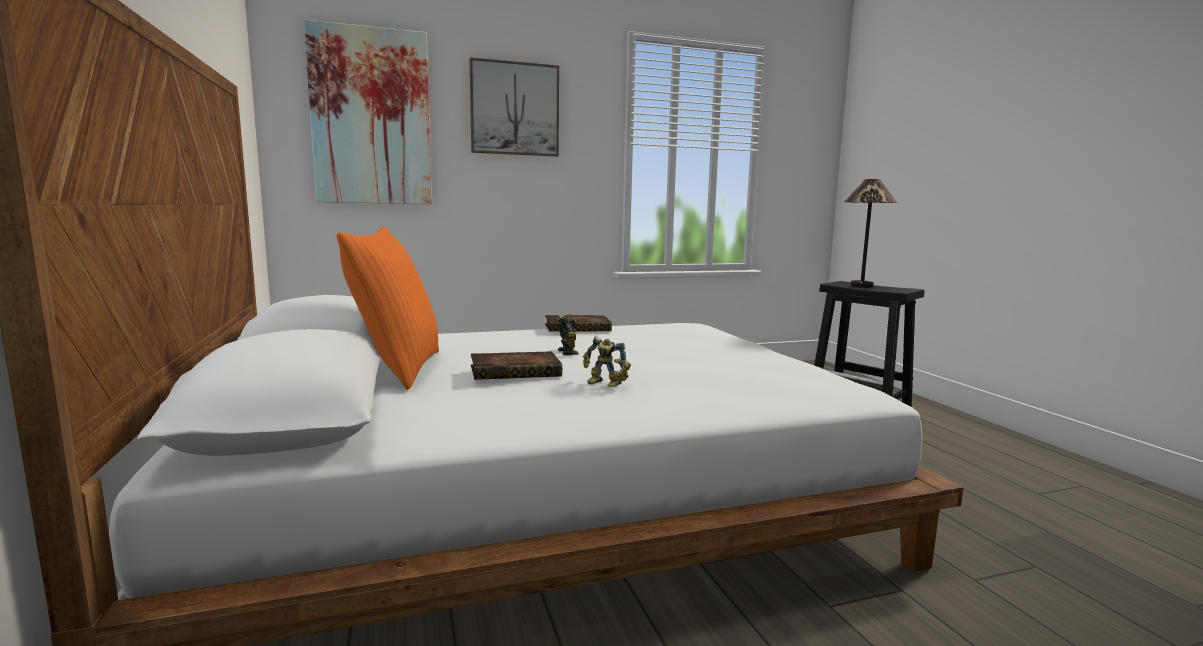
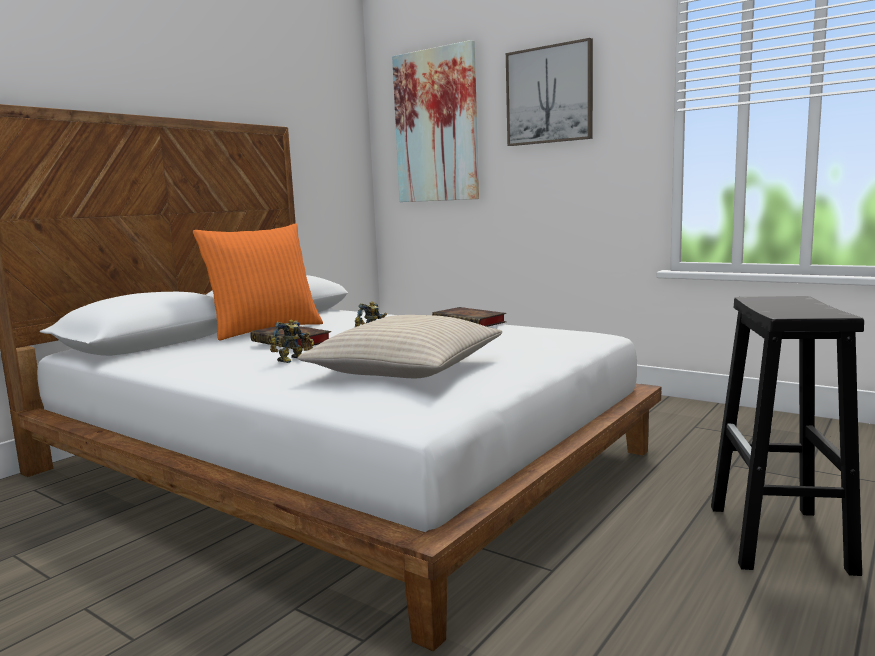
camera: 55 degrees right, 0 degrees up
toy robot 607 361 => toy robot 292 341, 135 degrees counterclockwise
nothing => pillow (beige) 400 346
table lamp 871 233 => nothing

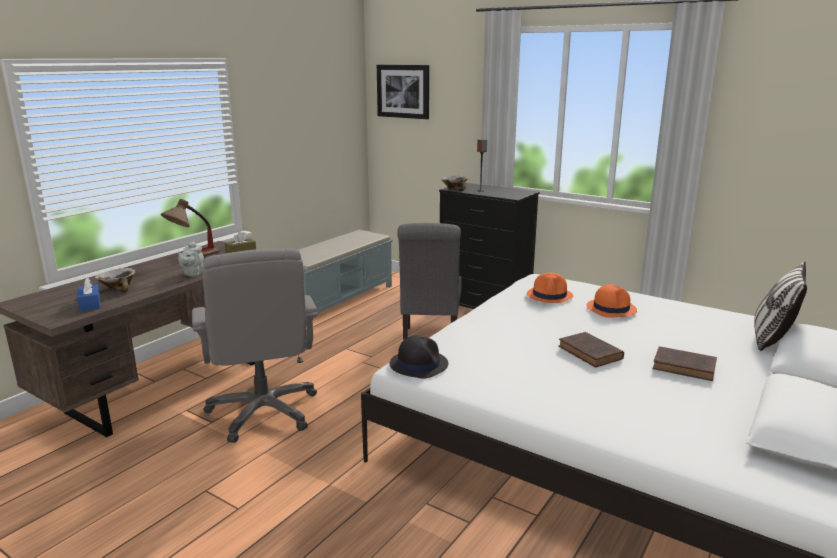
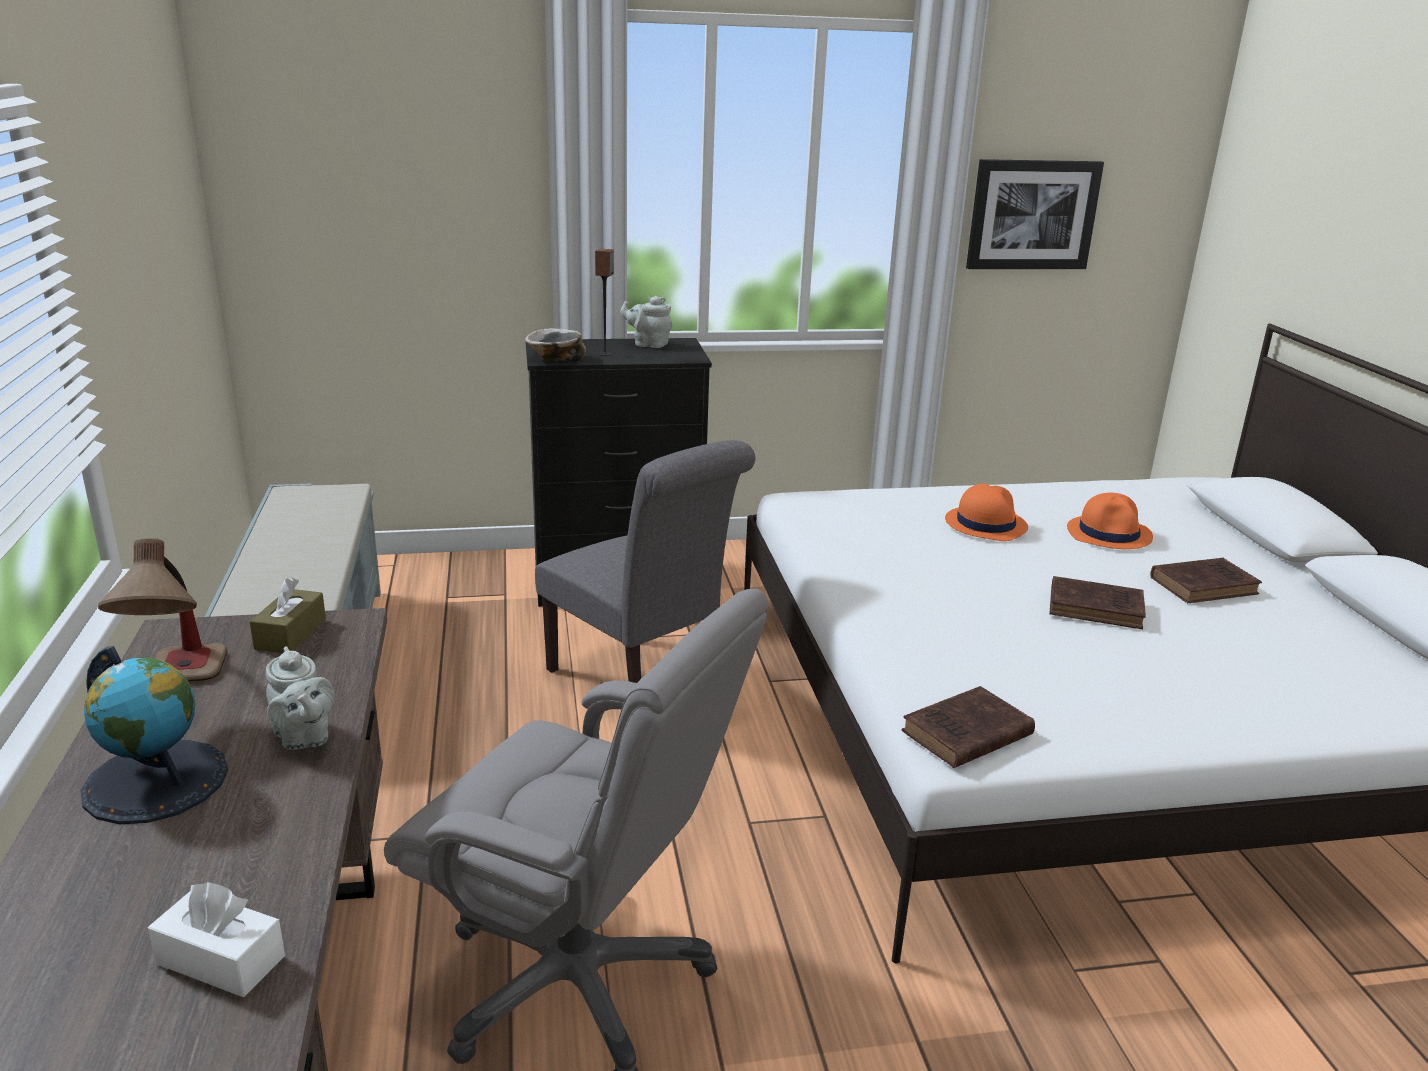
camera: 45 degrees left, 5 degrees up
nothing => globe 154 735
tissue box (blue) 88 294 => tissue box (white) 216 939
nothing => teapot (grey) 646 322
hat (black) 419 356 => book (brown) 968 727
picture 403 92 => picture 1035 214, moved
hat (orange) 549 288 => hat (orange) 1110 521, moved
bowl 115 280 => nothing
pillow 780 306 => nothing

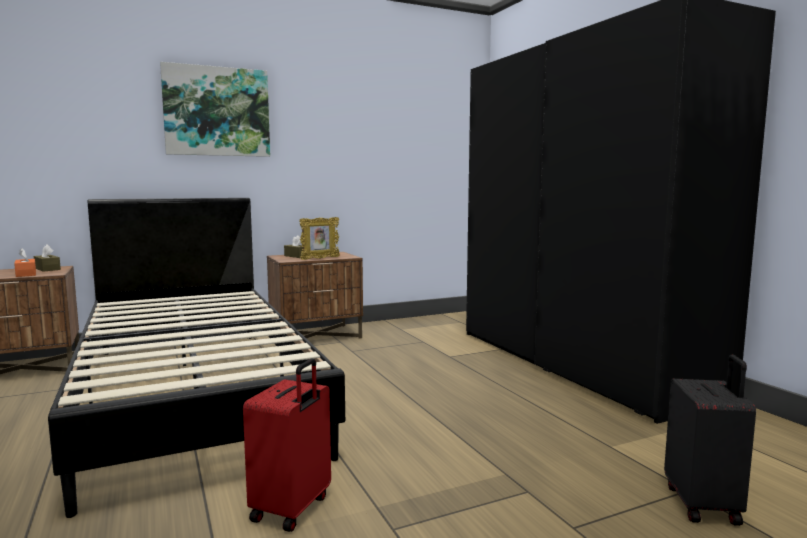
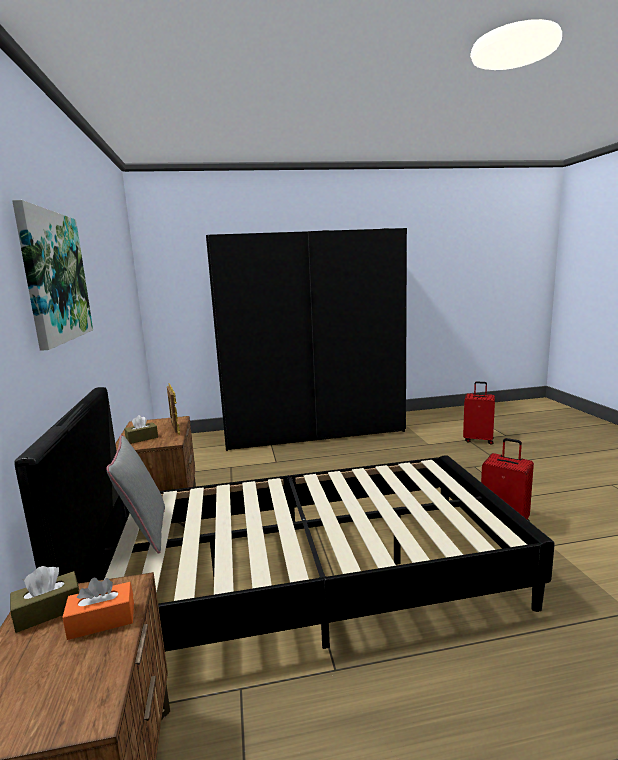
camera: 75 degrees left, 5 degrees up
nothing => pillow (grey) 136 494
suitcase (black) 710 440 => suitcase (red) 479 413

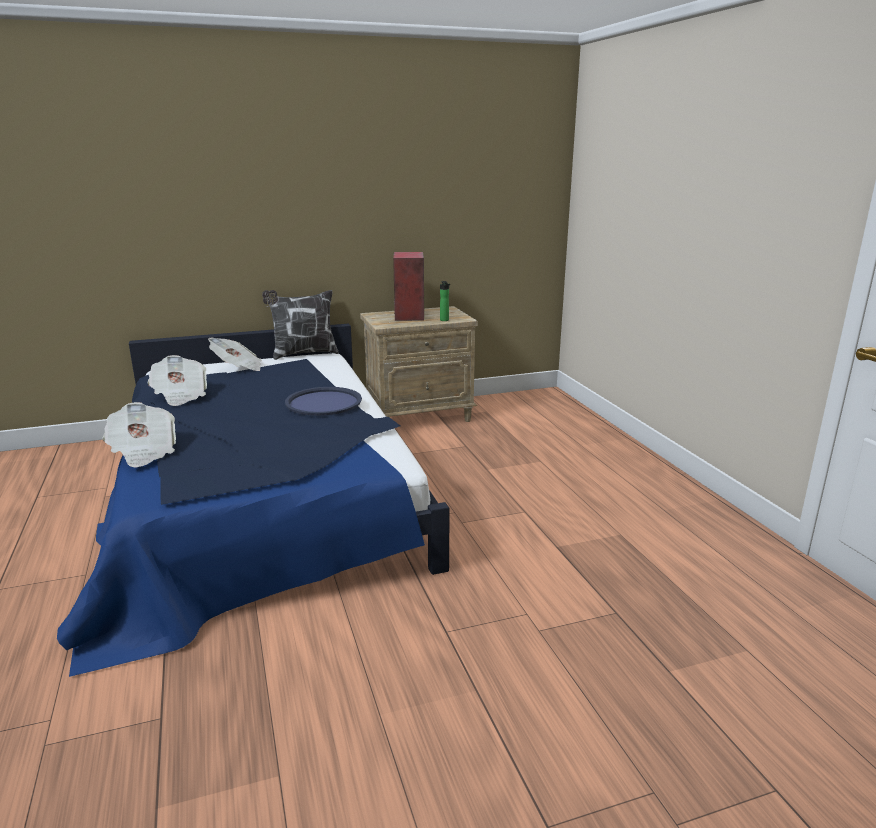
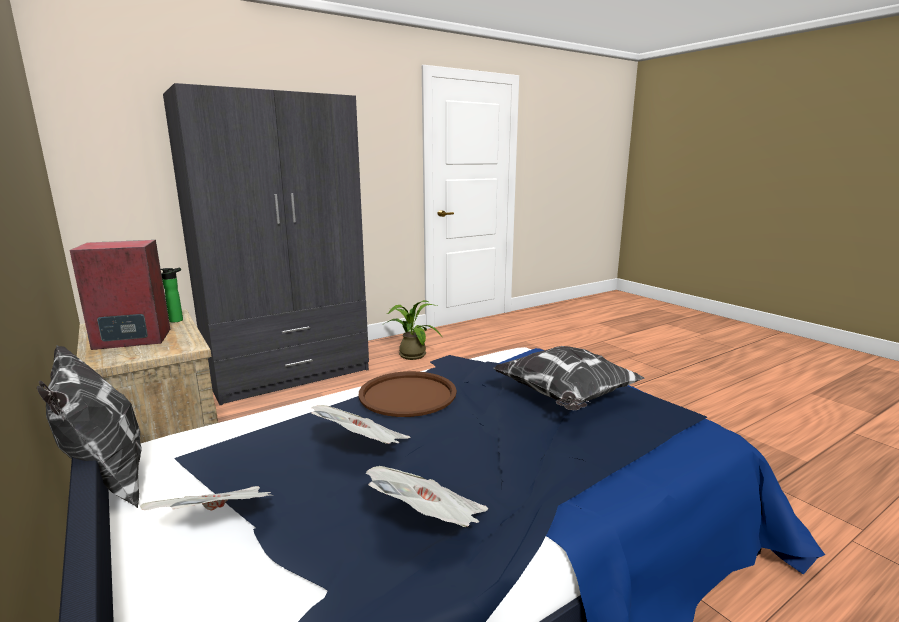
camera: 105 degrees left, 5 degrees down
nothing => wardrobe (grey) 266 244
newspaper 139 435 => newspaper 360 424, moved
tray (blue) 323 401 => tray (brown) 407 394
nothing => potted plant 412 330
nothing => pillow 569 378

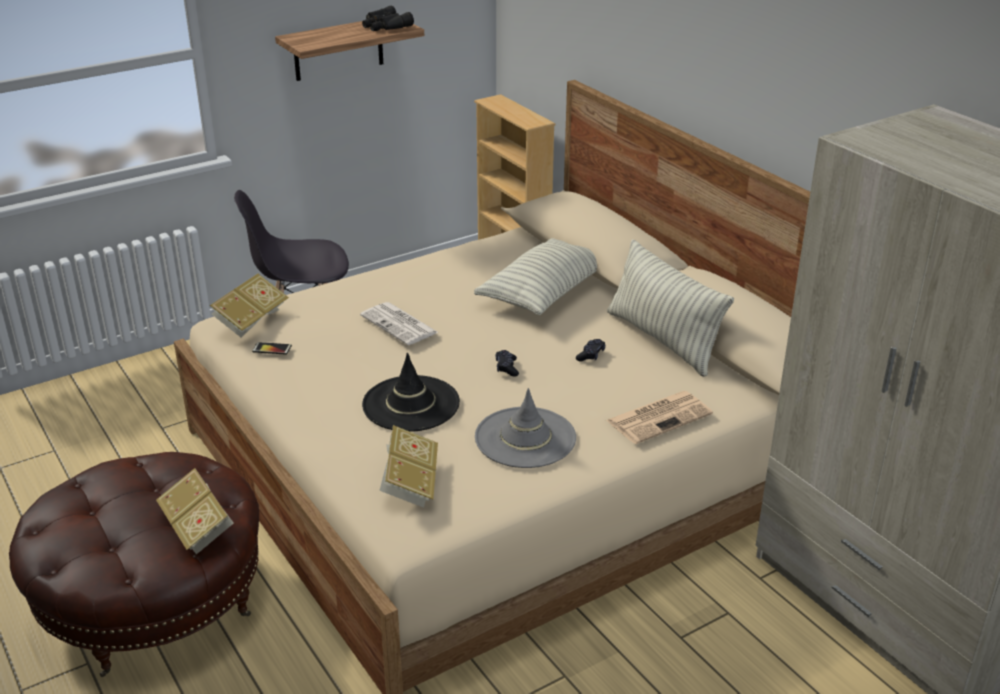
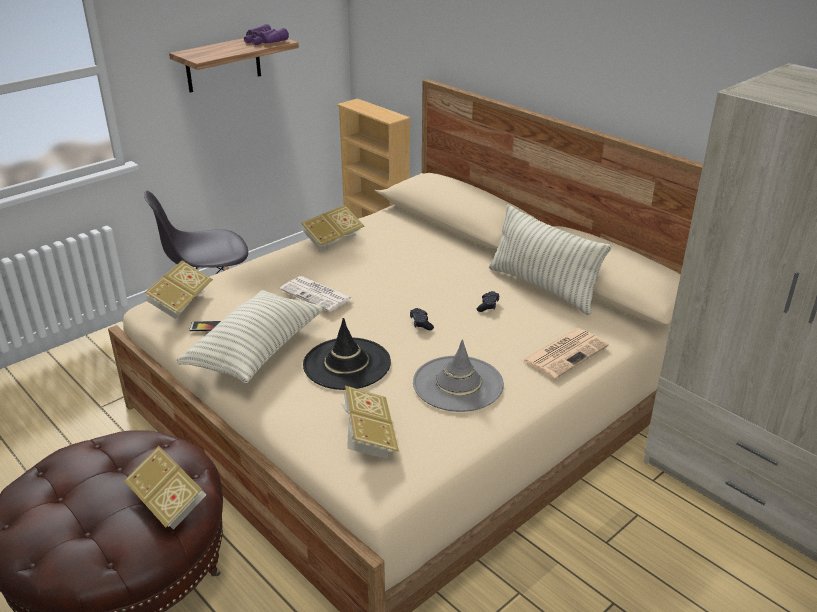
camera: 10 degrees left, 0 degrees up
pillow 535 276 => pillow 251 336, moved
binoculars (black) 388 18 => binoculars (purple) 266 34
nothing => book 333 228

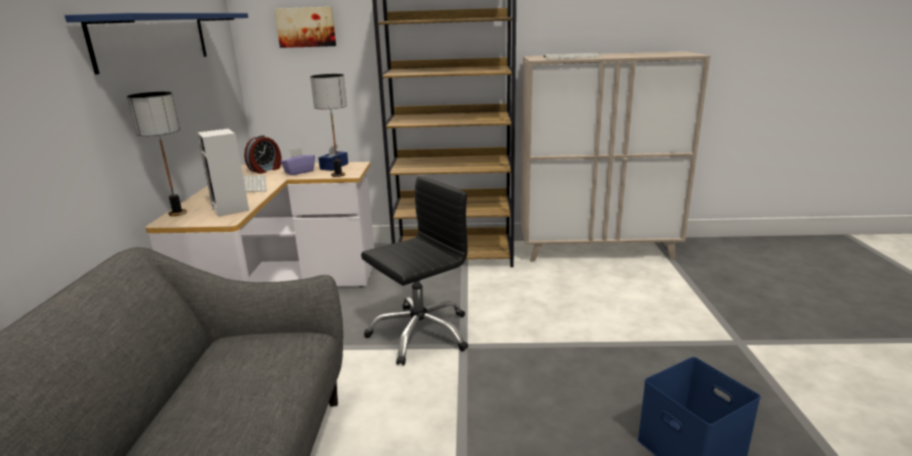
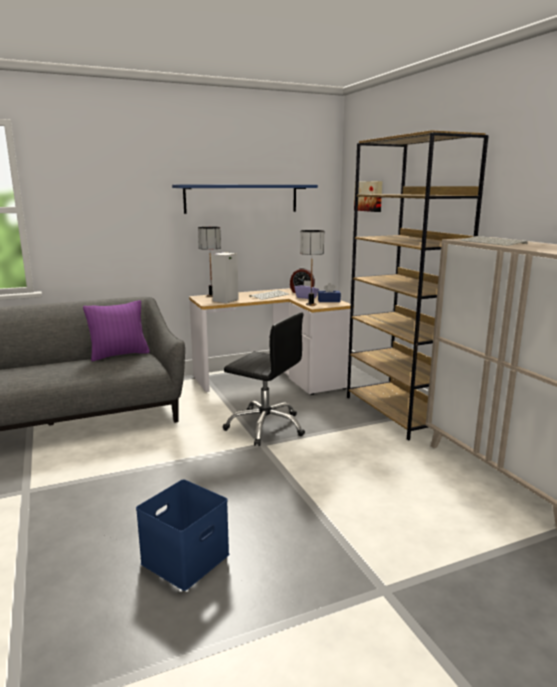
camera: 65 degrees right, 5 degrees down
nothing => pillow (purple) 116 330

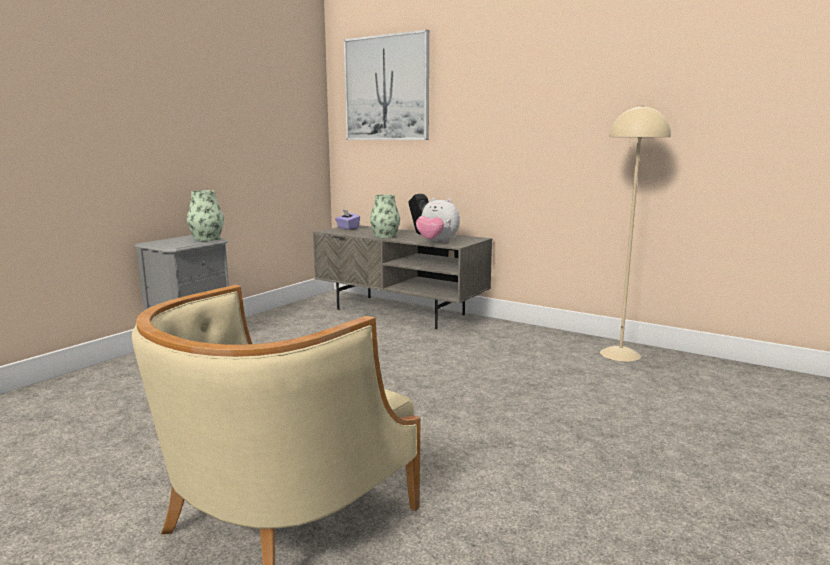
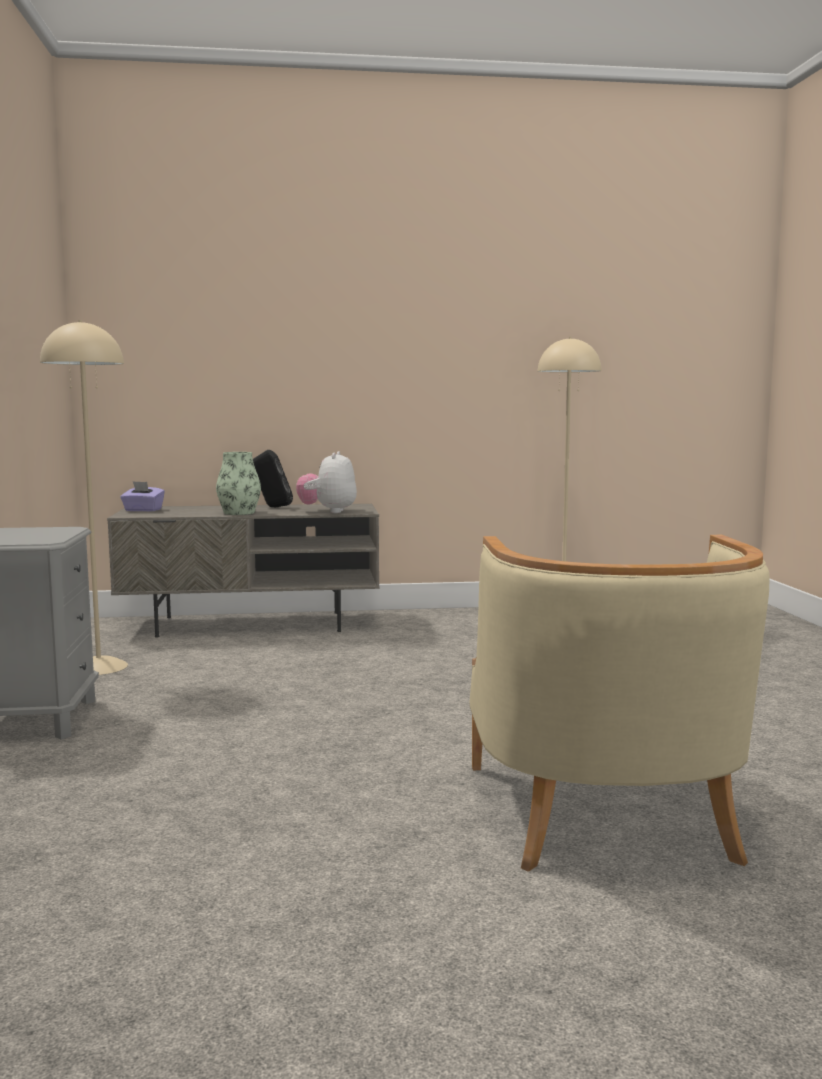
camera: 40 degrees left, 5 degrees down
nothing => floor lamp (beige) 84 497
plush toy 438 220 => plush toy 326 482, 105 degrees clockwise
vase 205 215 => nothing
picture 386 85 => nothing

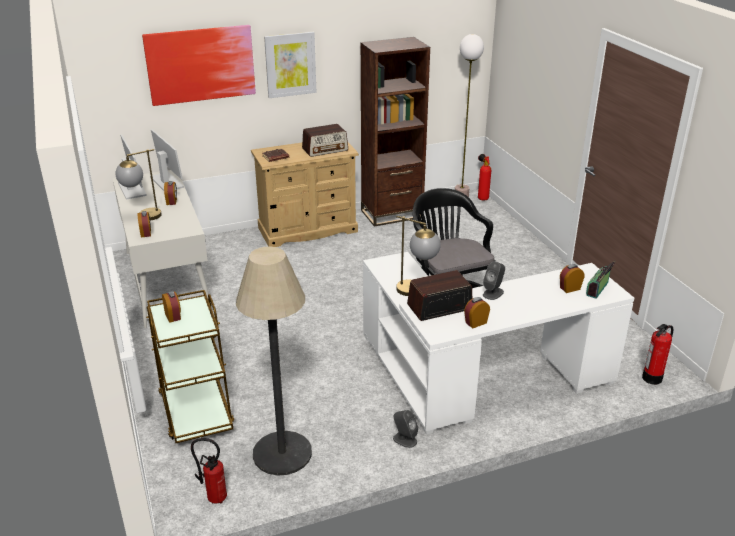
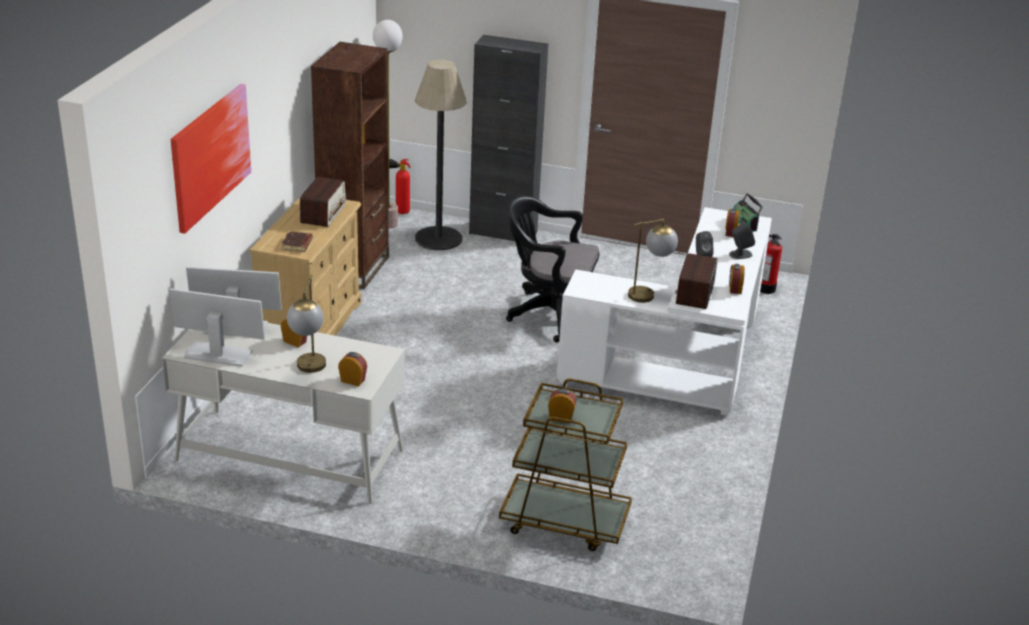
camera: 55 degrees left, 0 degrees up
floor lamp 274 361 => floor lamp 441 155, moved
nothing => cabinet (black) 508 138
speaker (grey) 405 429 => speaker (grey) 742 240, moved
fire extinguisher 209 471 => nothing
picture 290 65 => nothing

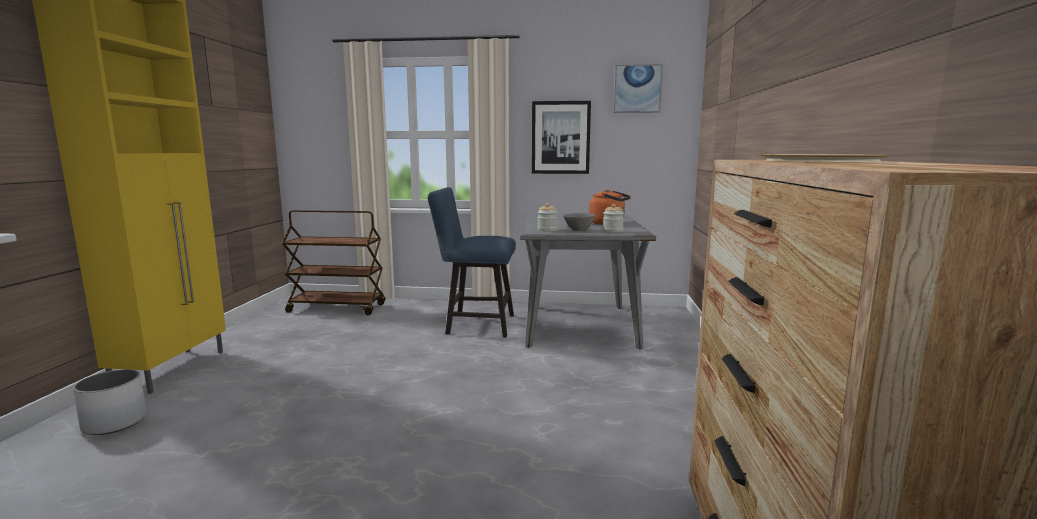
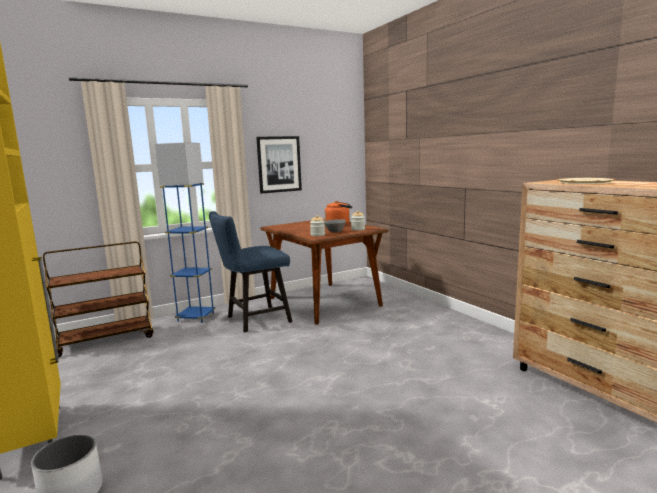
camera: 35 degrees left, 0 degrees up
nothing => floor lamp (blue) 185 233
dining table (grey) 588 282 => dining table (brown) 324 271
picture 638 88 => nothing

